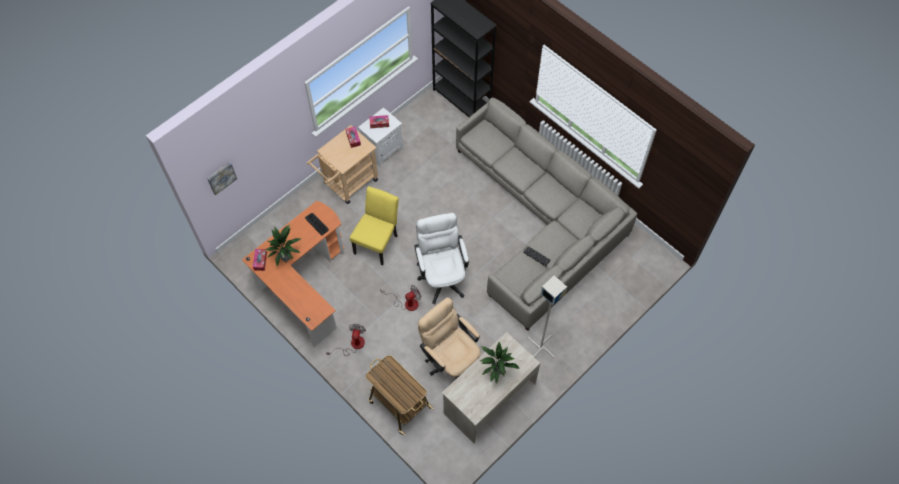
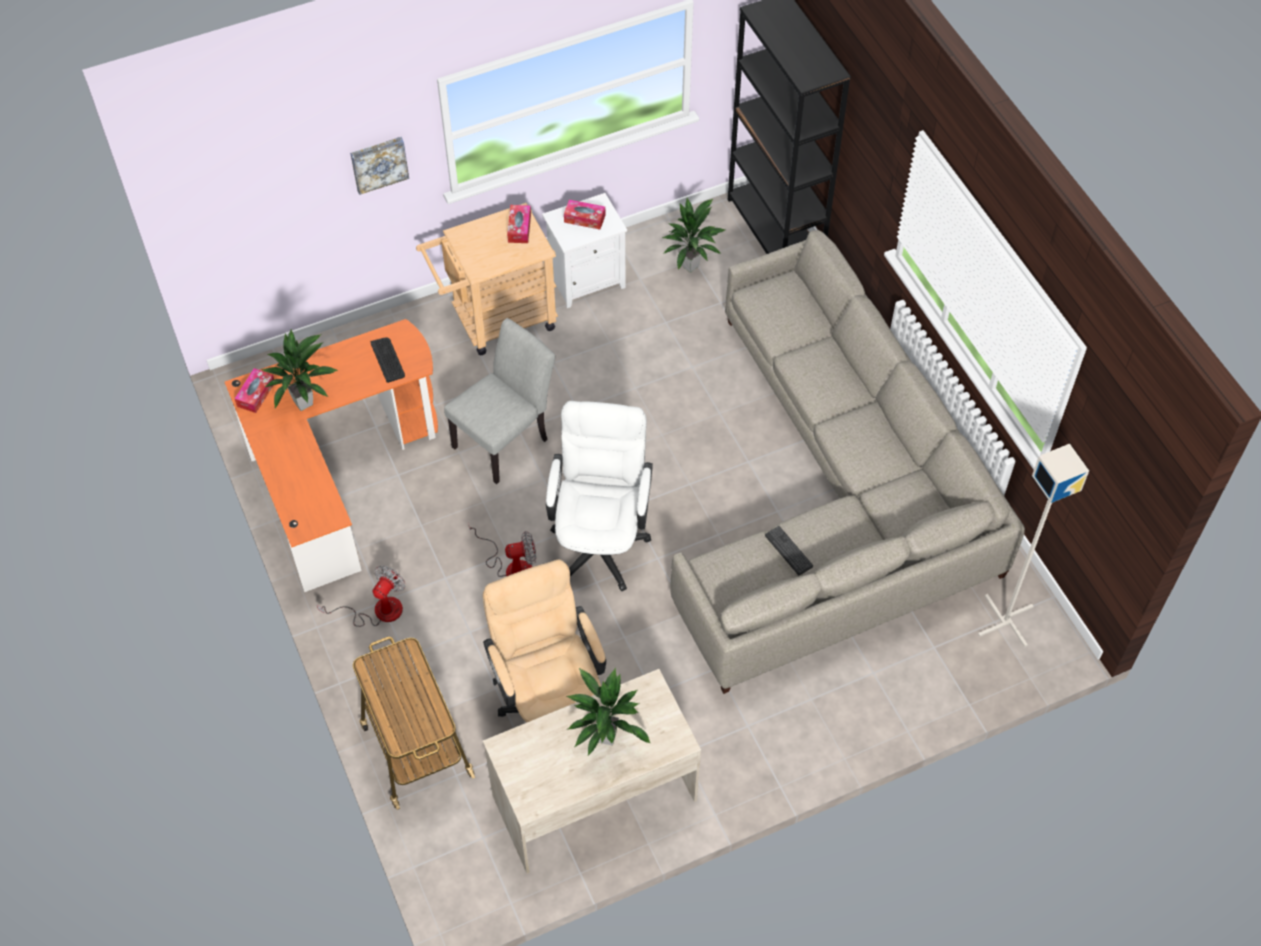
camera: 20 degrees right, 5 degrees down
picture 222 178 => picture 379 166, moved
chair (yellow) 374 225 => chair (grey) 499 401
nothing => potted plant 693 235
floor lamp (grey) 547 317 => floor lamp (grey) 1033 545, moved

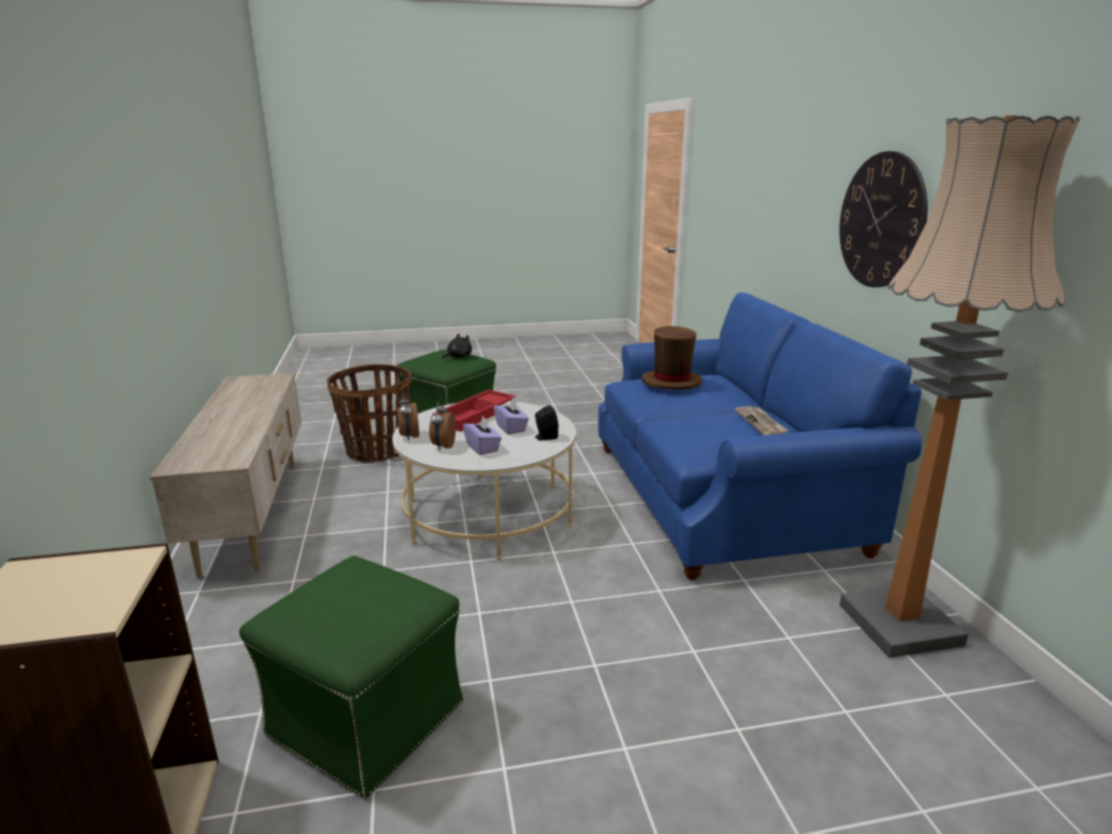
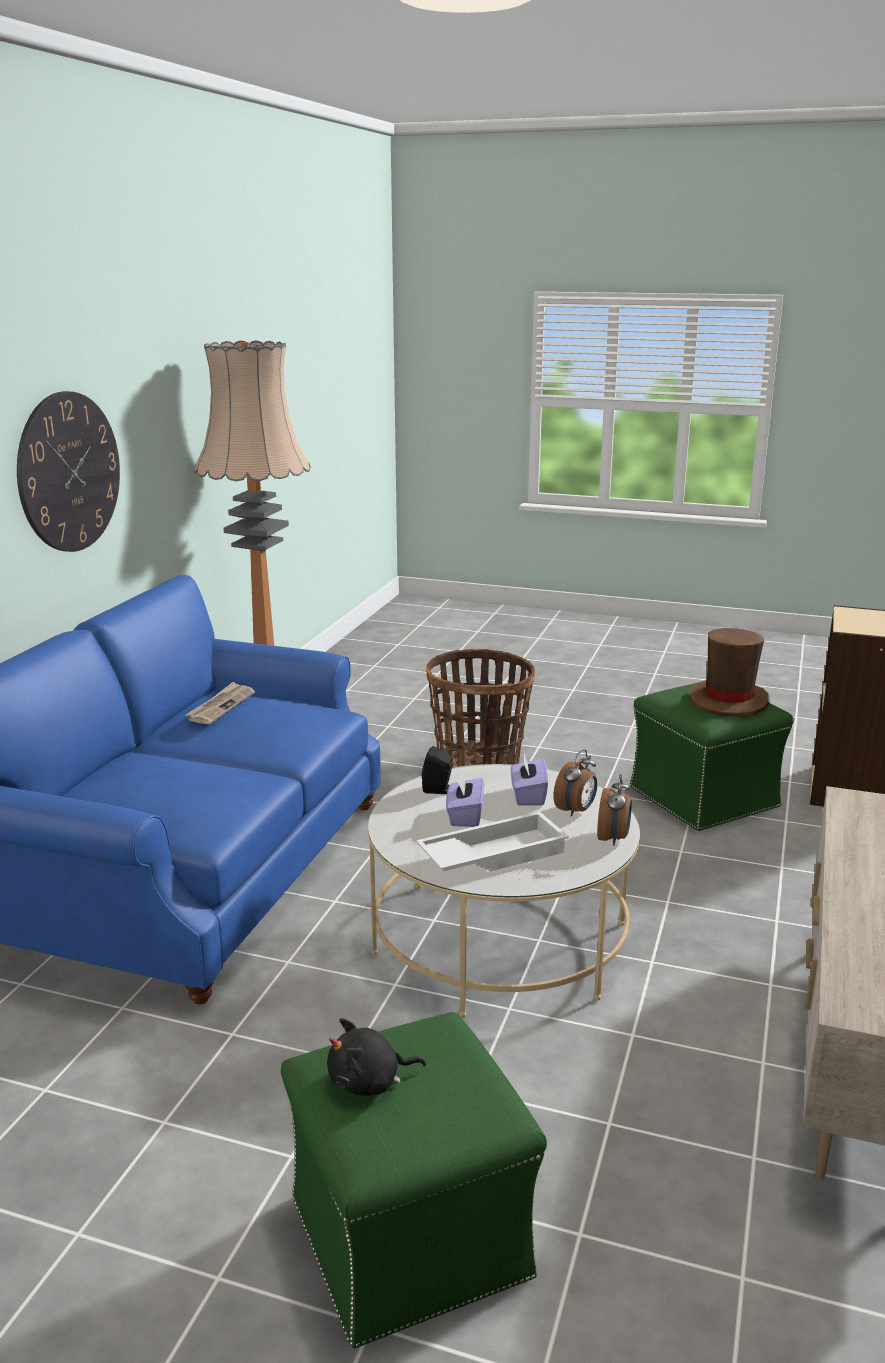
camera: 150 degrees left, 0 degrees up
tray (red) 473 411 => tray (white) 492 841
basket 369 413 => basket 480 708, moved
hat (brown) 672 358 => hat (brown) 729 672, moved

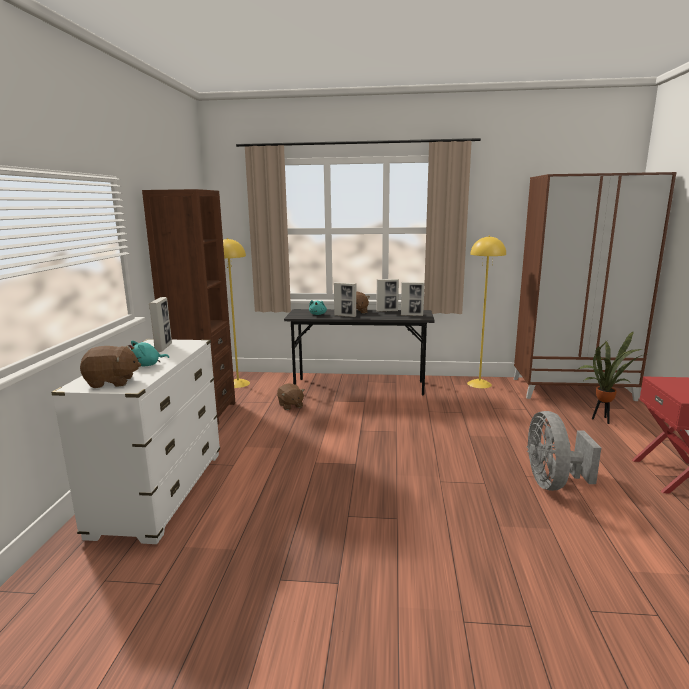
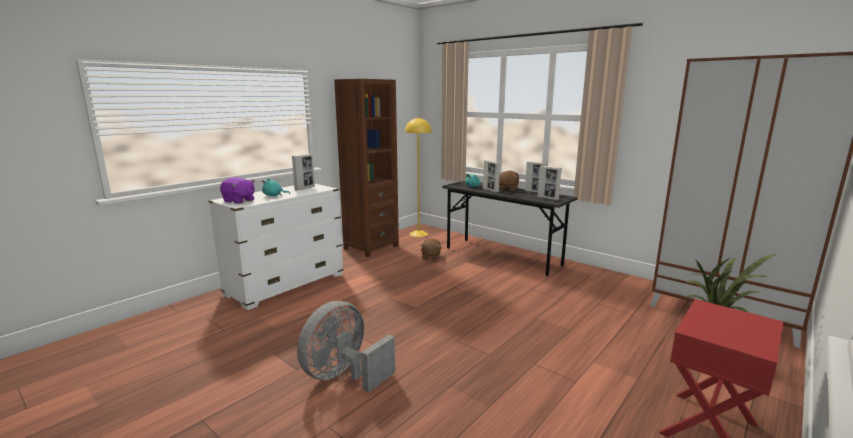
camera: 35 degrees right, 0 degrees up
plush toy (brown) 110 367 => plush toy (purple) 237 190
fan (grey) 564 451 => fan (grey) 346 347, moved
floor lamp (yellow) 486 312 => nothing

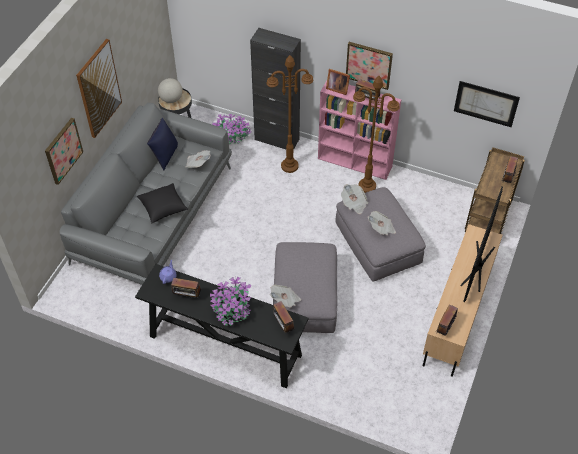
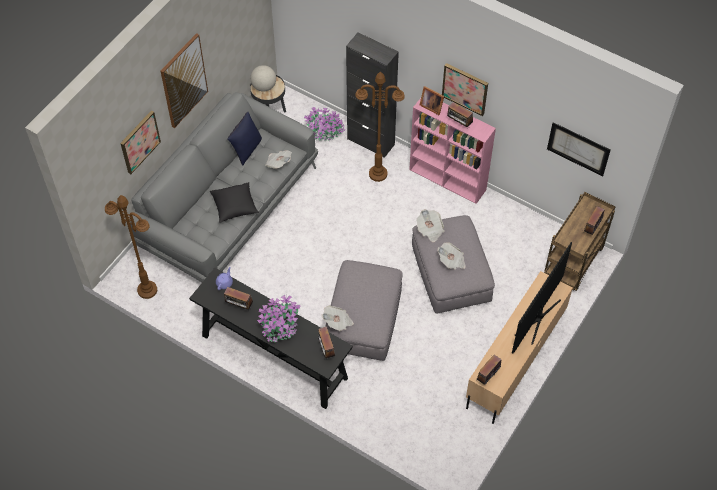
camera: 10 degrees right, 5 degrees up
floor lamp (brown) 376 134 => floor lamp (brown) 131 247, moved

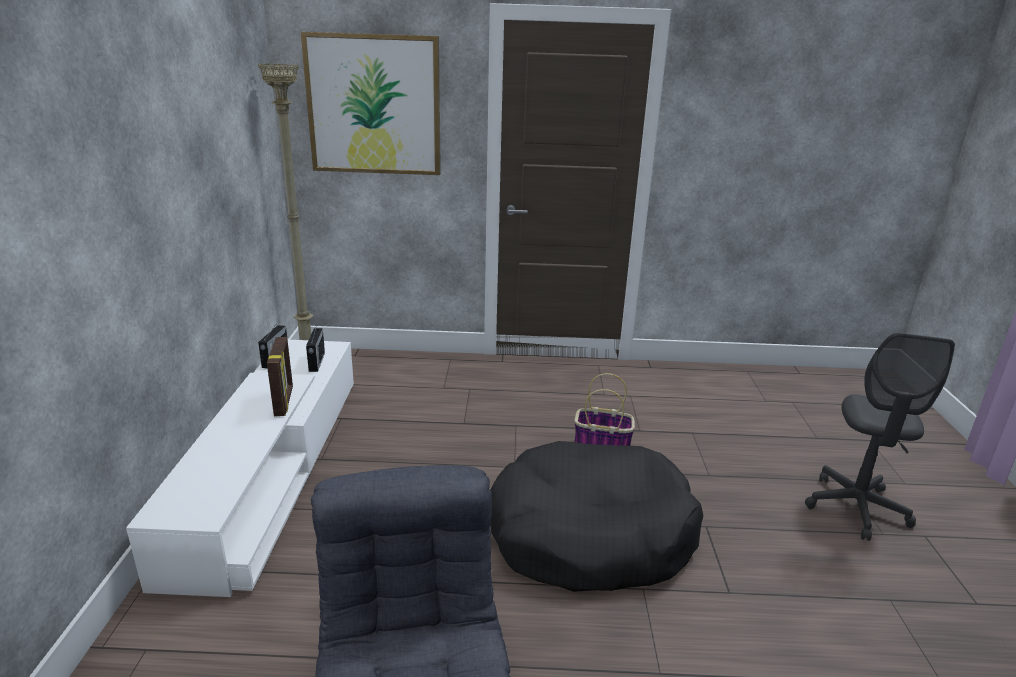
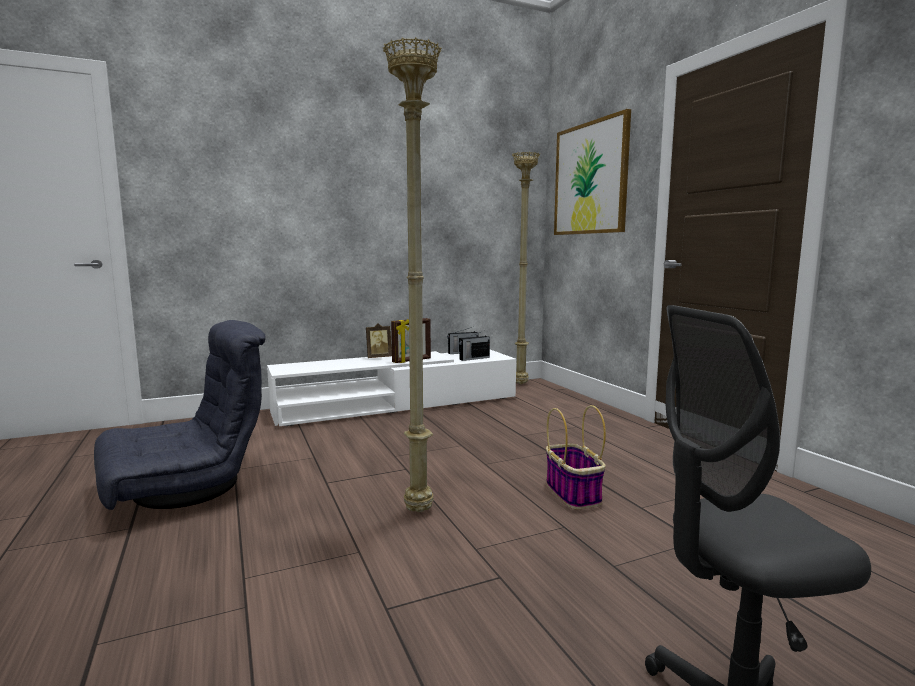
camera: 65 degrees right, 15 degrees down
nothing => picture frame 379 340
dog bed (black) 596 516 => floor lamp (beige) 412 274

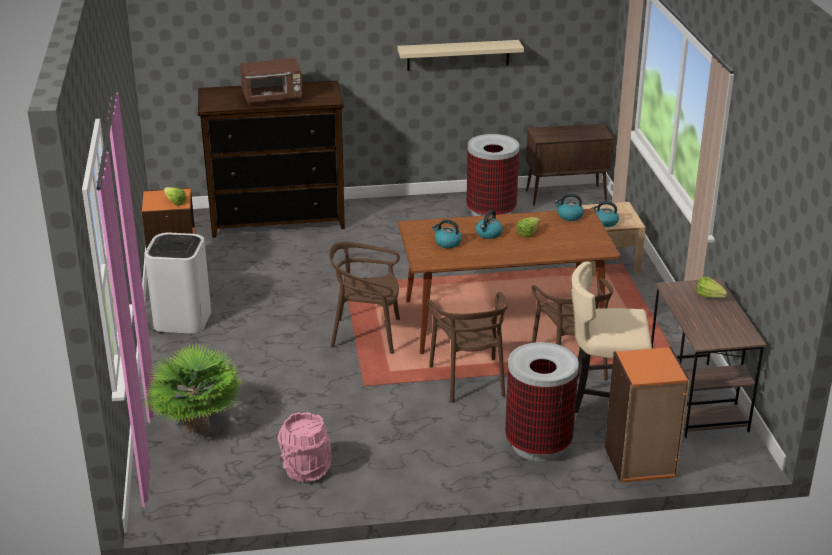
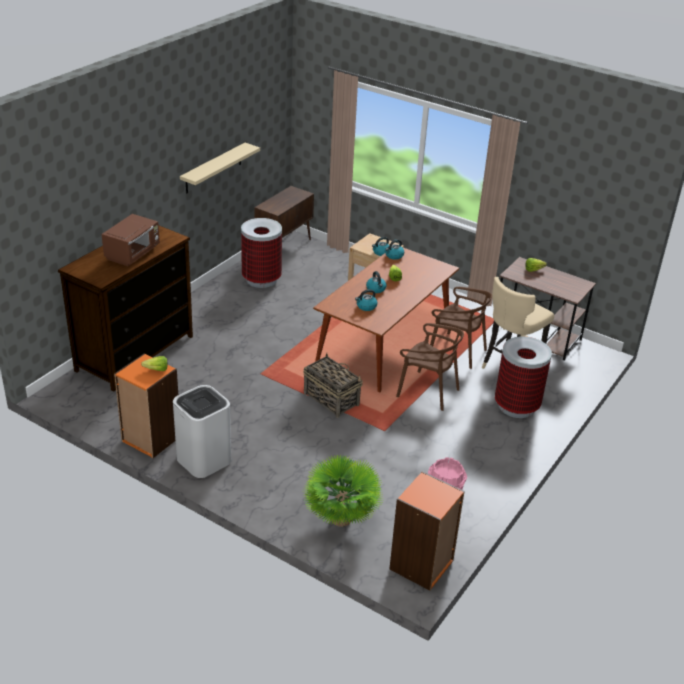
camera: 50 degrees left, 5 degrees up
chair (brown) 364 298 => basket 333 385
bookcase (orange) 647 415 => bookcase (orange) 427 531, moved

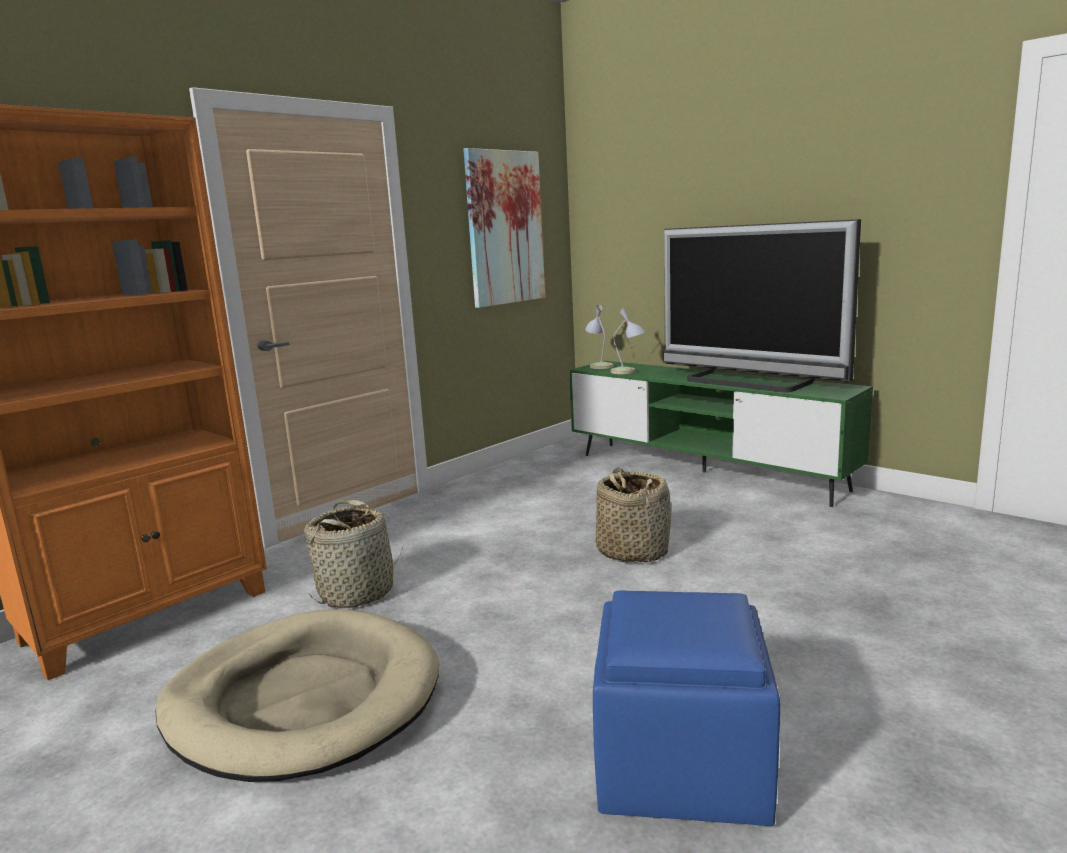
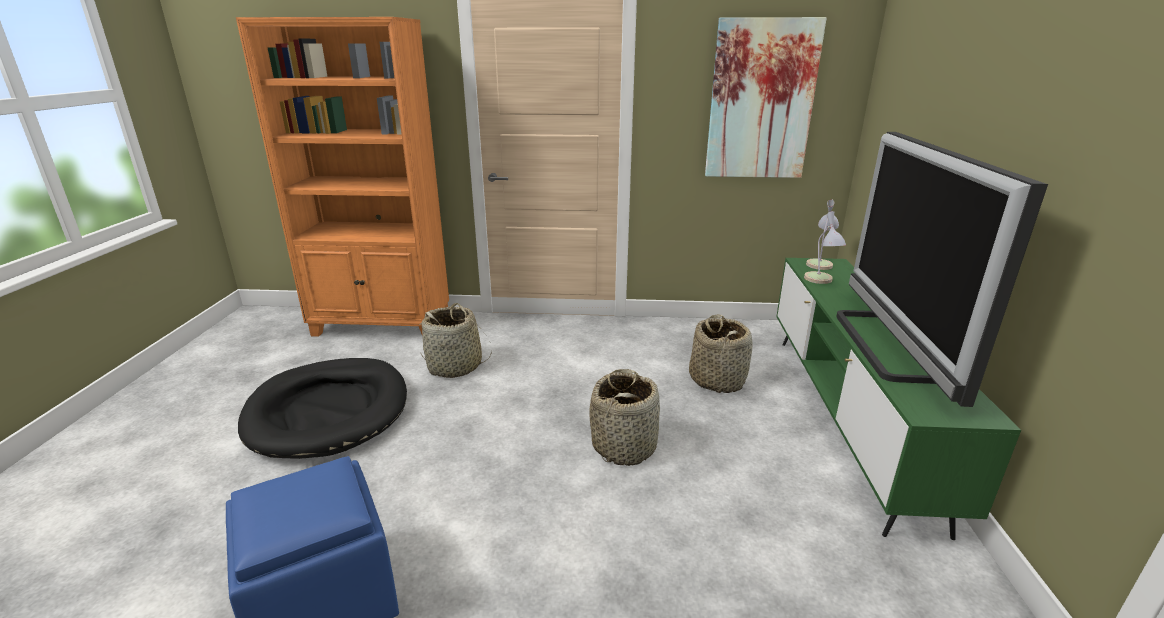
camera: 50 degrees right, 10 degrees up
dog bed (beige) 297 695 => dog bed (black) 322 408
nothing => basket 720 353

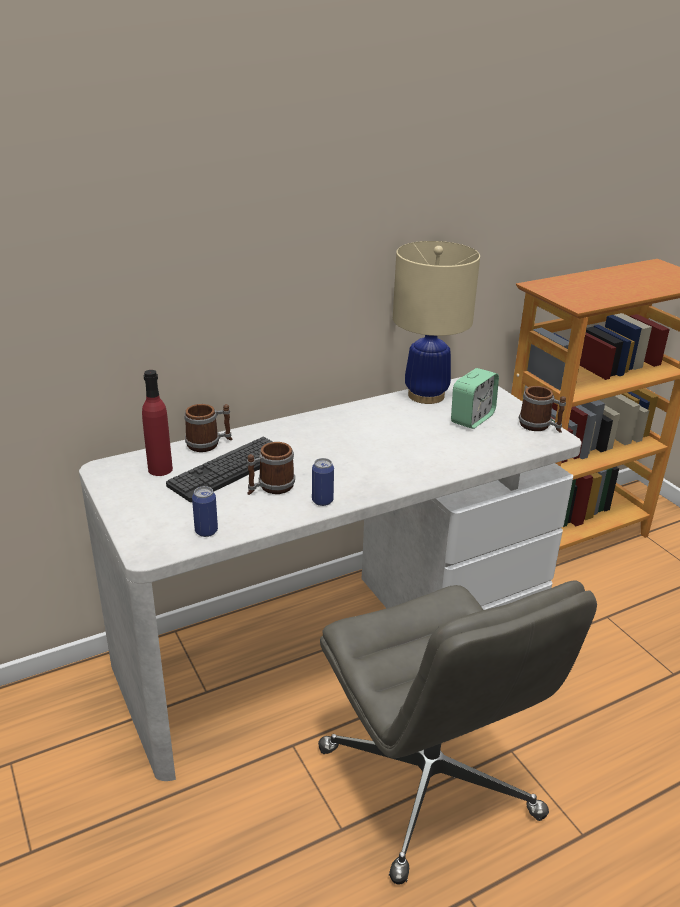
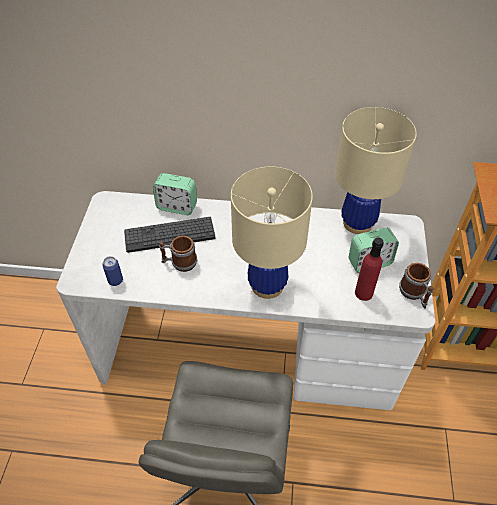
camera: 35 degrees right, 20 degrees up
mug 208 428 => alarm clock 175 194
nothing => table lamp (beige) 272 232
bottle (red) 157 423 => bottle (red) 369 269, moved
can 323 482 => nothing

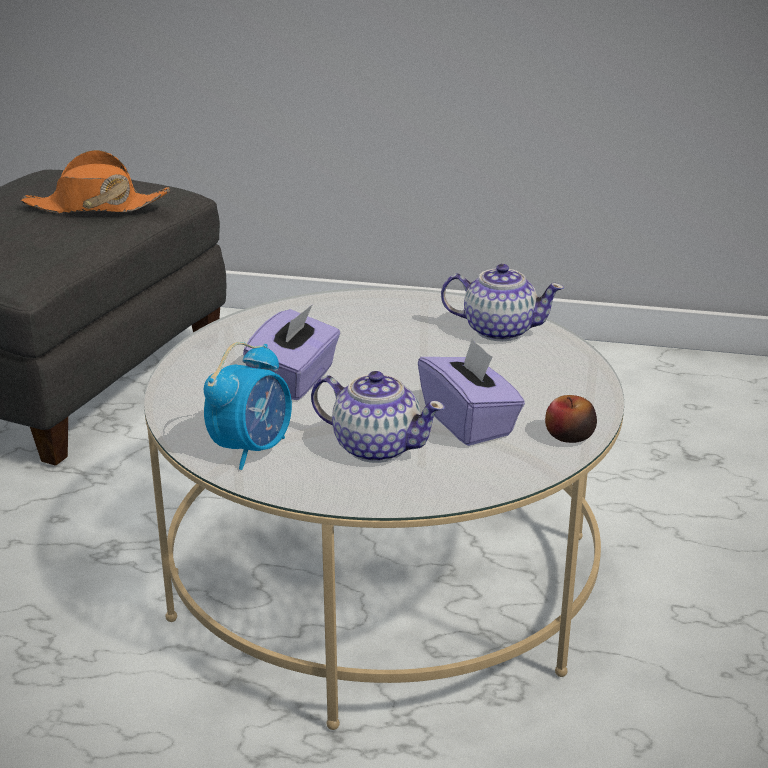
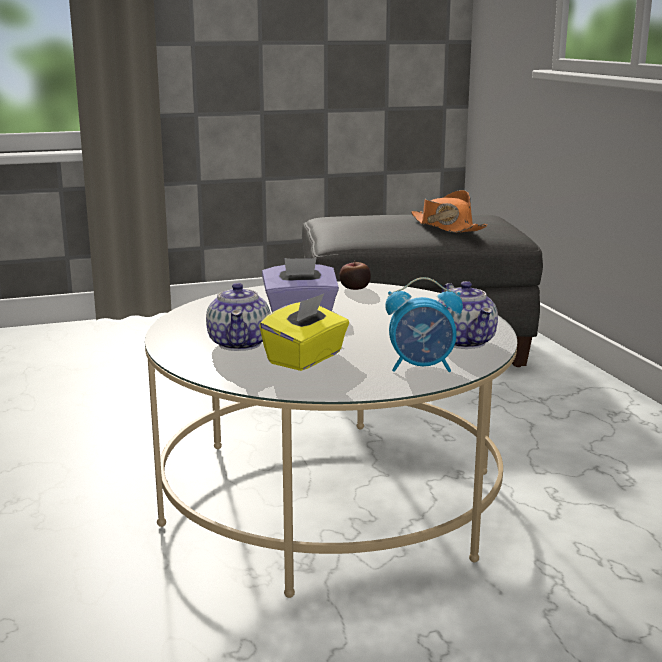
camera: 60 degrees right, 10 degrees down
tissue box (purple) 471 392 => tissue box (yellow) 304 332
apple 571 419 => apple 355 275, moved
alarm clock 248 406 => alarm clock 424 324, moved

